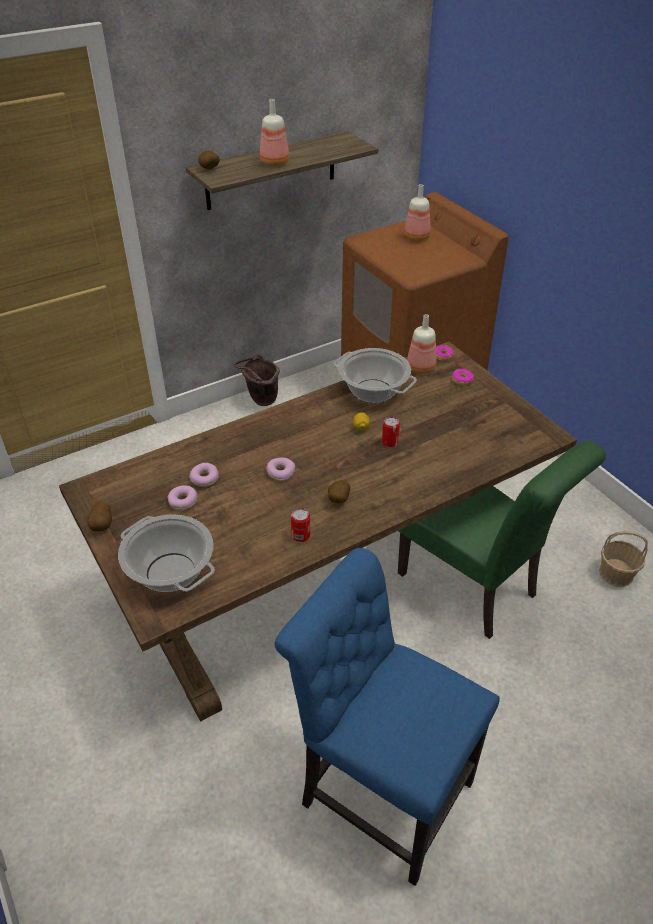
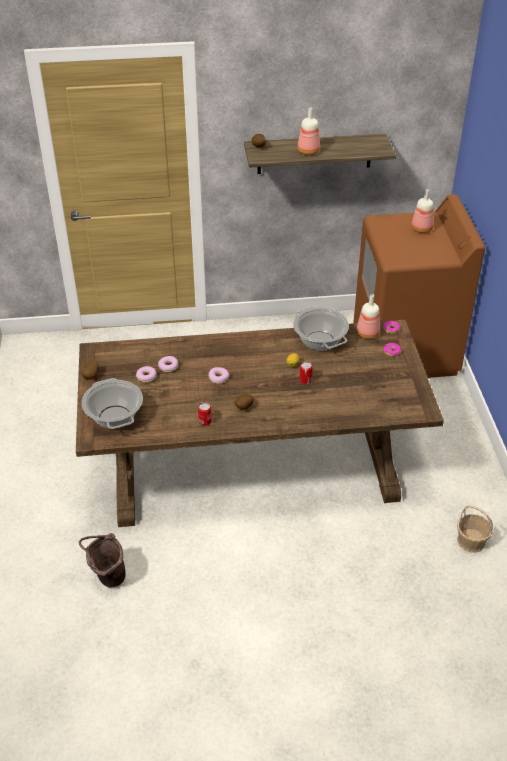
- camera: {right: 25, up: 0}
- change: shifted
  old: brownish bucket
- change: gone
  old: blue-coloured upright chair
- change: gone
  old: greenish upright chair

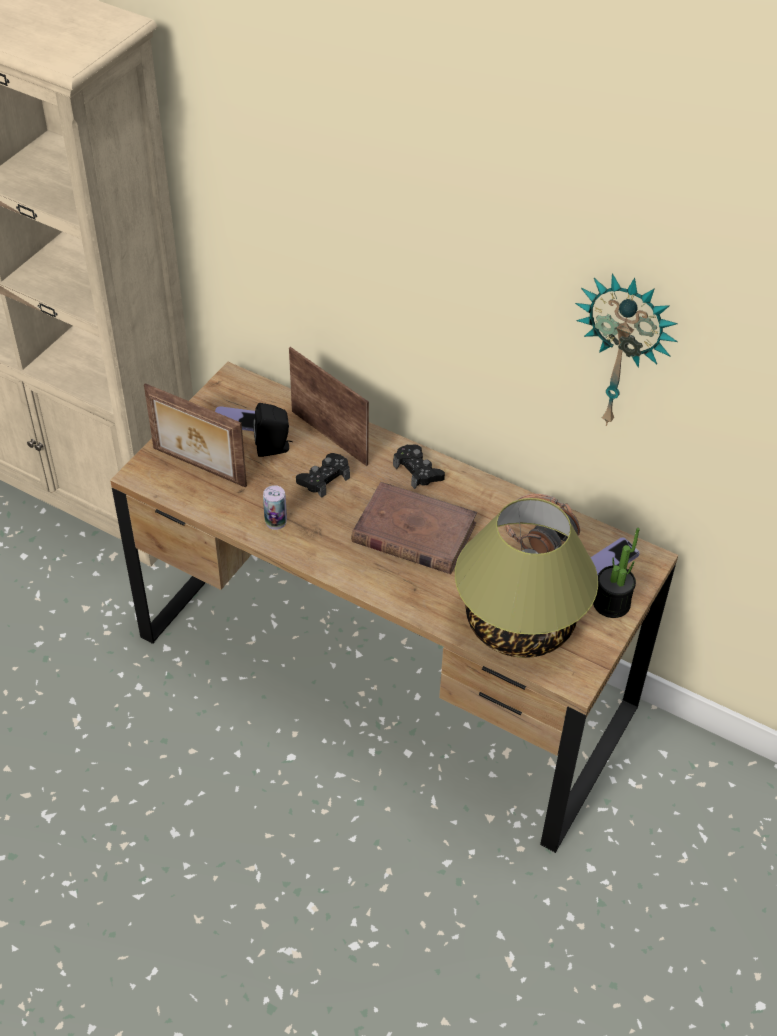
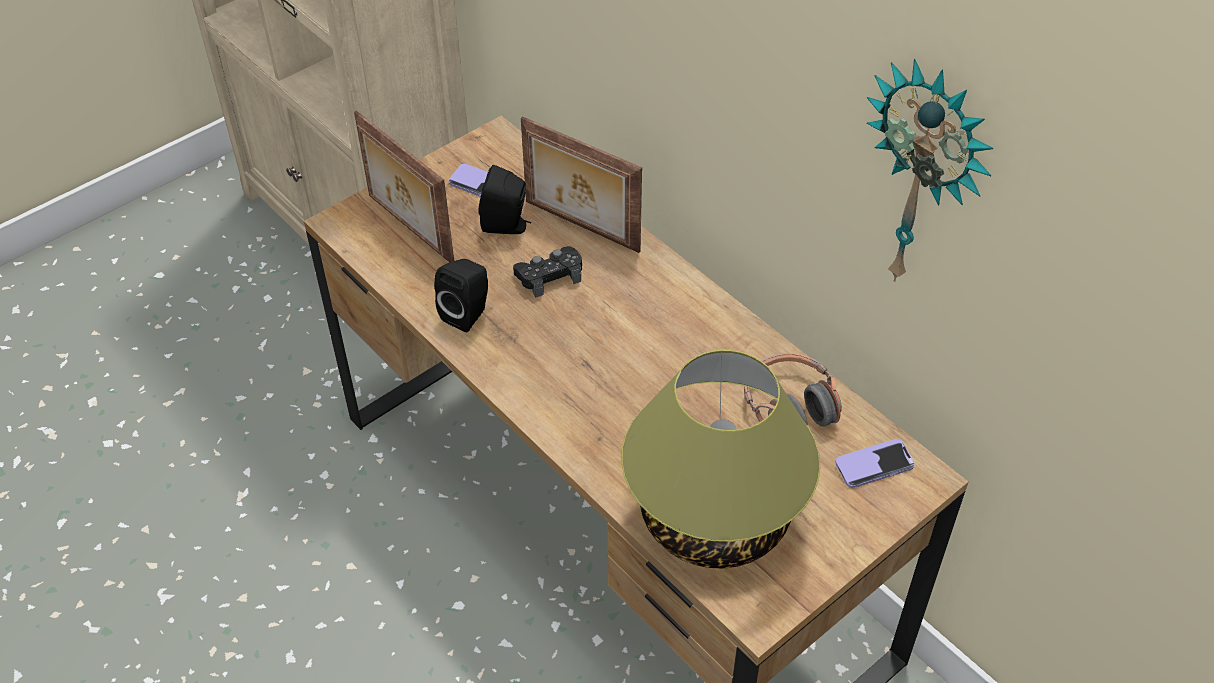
- camera: {right: 20, up: 0}
- change: swapped
  old: metal can
  new: black-coloured speaker (no. 1 from left)
- change: rotated
  old: standing frame (no. 2 from left)
  degrees: 150
- change: gone
  old: brownish volume
- change: gone
  old: black-coloured gamepad (no. 2 from left)
- change: gone
  old: plant in a pot

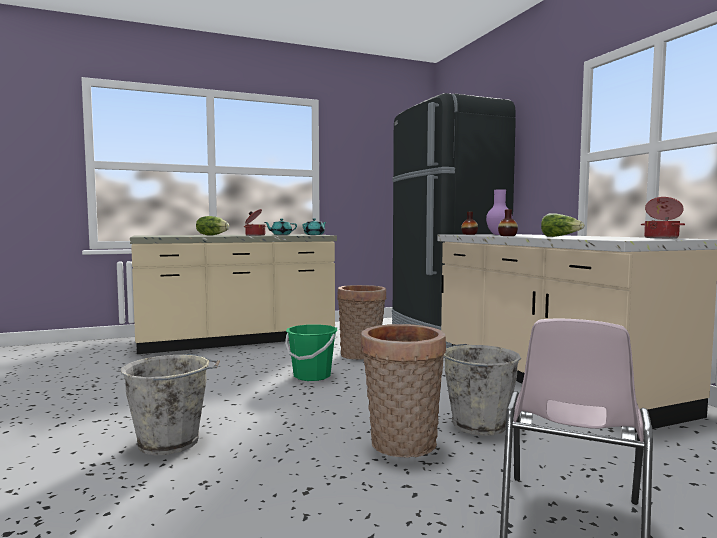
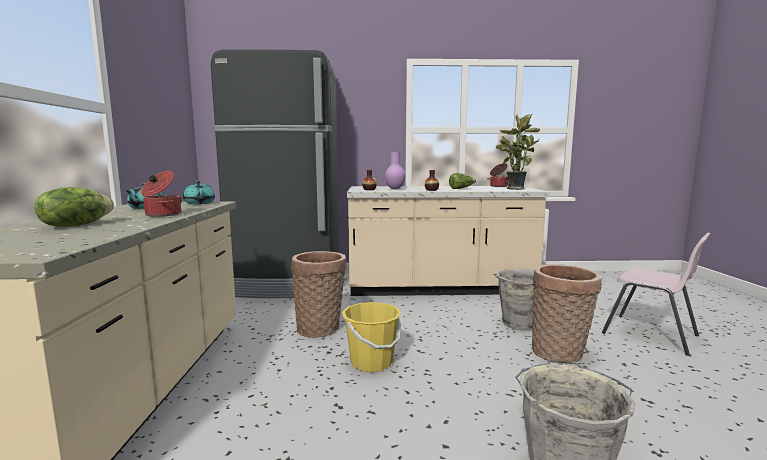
- camera: {right: -70, up: 5}
- change: repainted
  old: greenish bucket
  new: yellowish bucket
- change: new
  new: plant in a pot

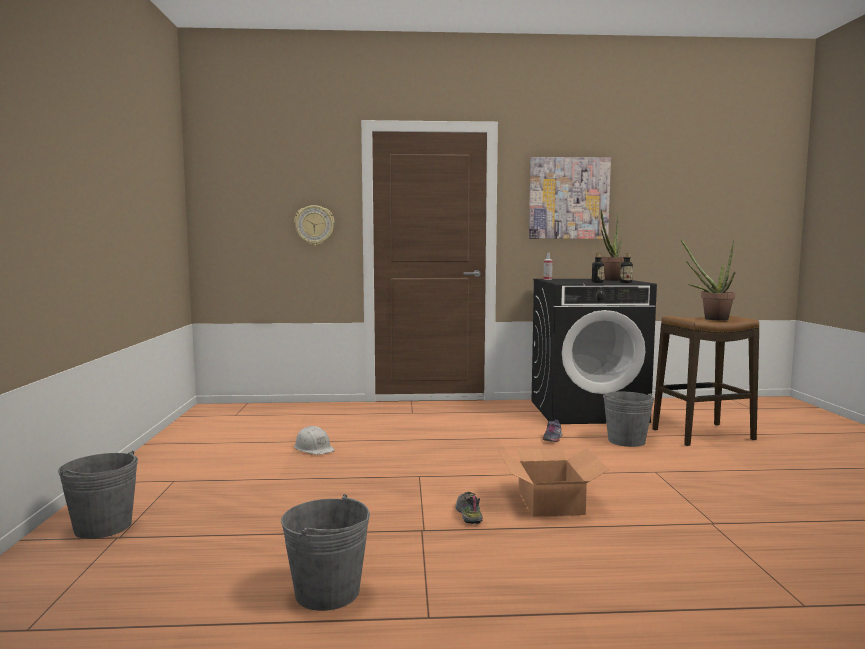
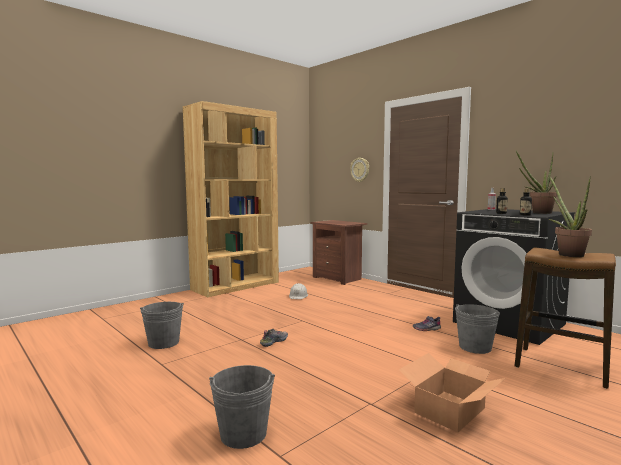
- camera: {right: 50, up: 0}
- change: new
  new: brownish bookcase
- change: shifted
  old: greyish bucket (no. 1 from left in the first image)
  new: greyish bucket (no. 2 from left)
- change: new
  new: brownish bedside table
- change: shifted
  old: cardboard box
- change: gone
  old: wall art

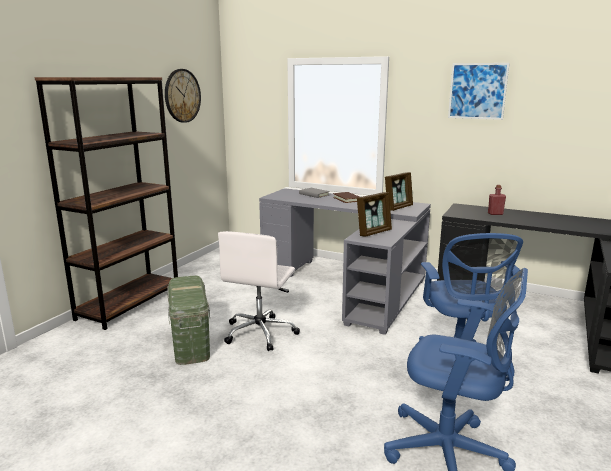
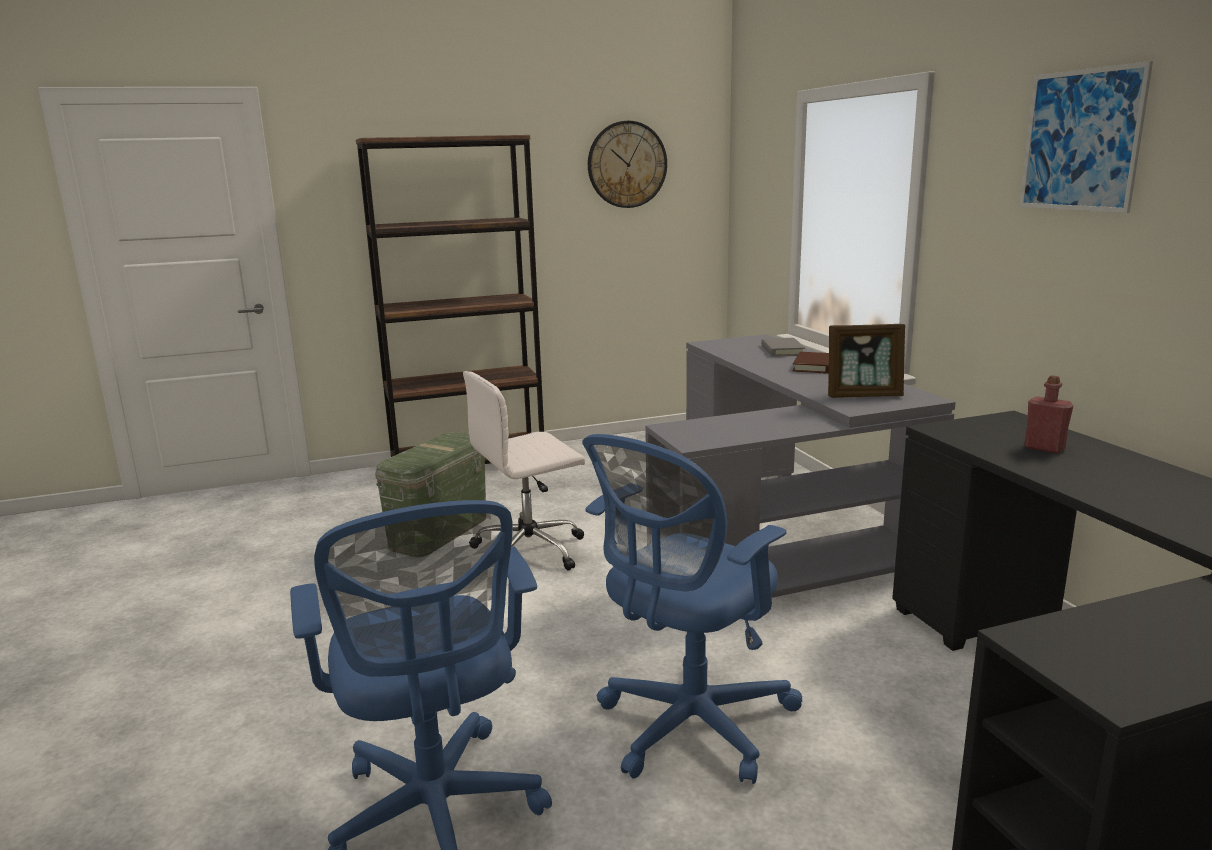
- camera: {right: 45, up: 0}
- change: gone
  old: standing frame (no. 1 from left)

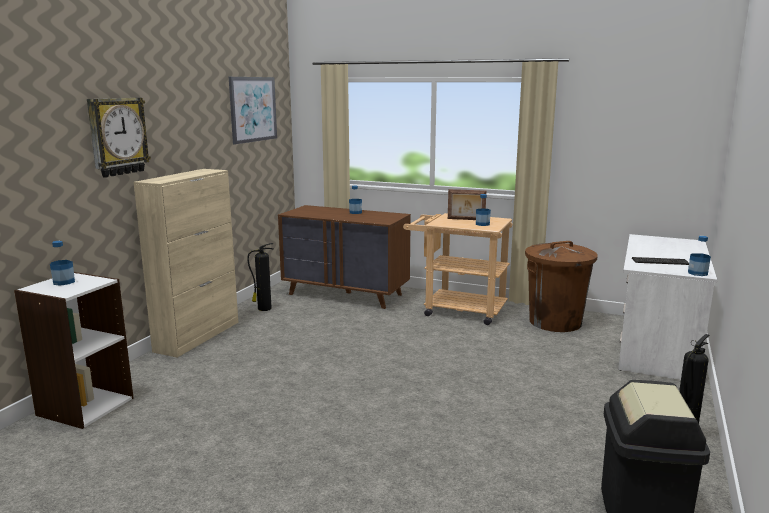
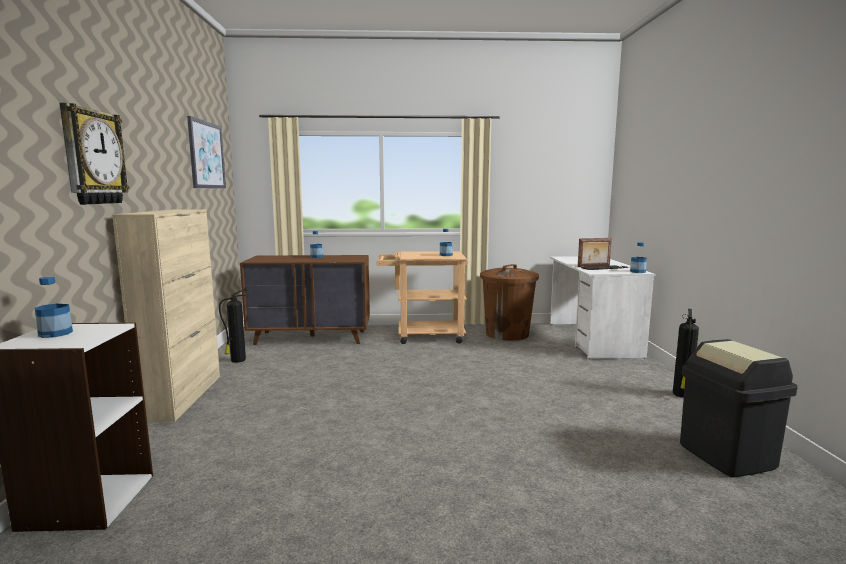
- camera: {right: -25, up: -5}
- change: shifted
  old: standing frame

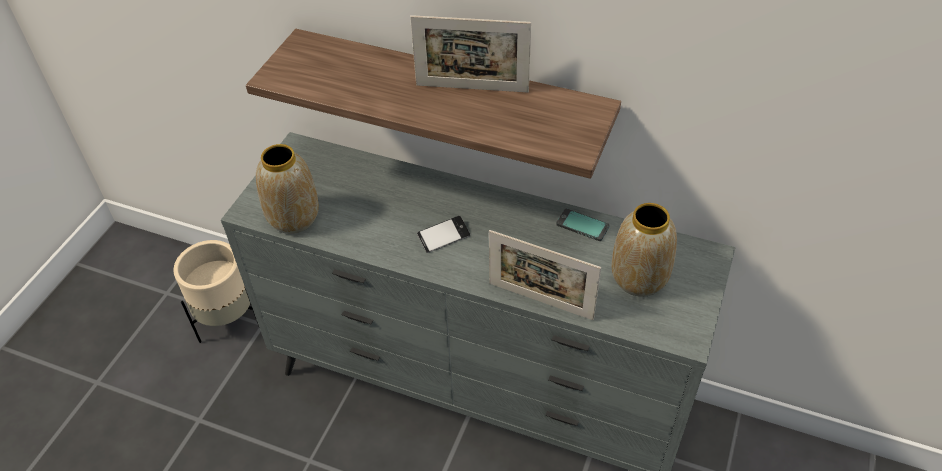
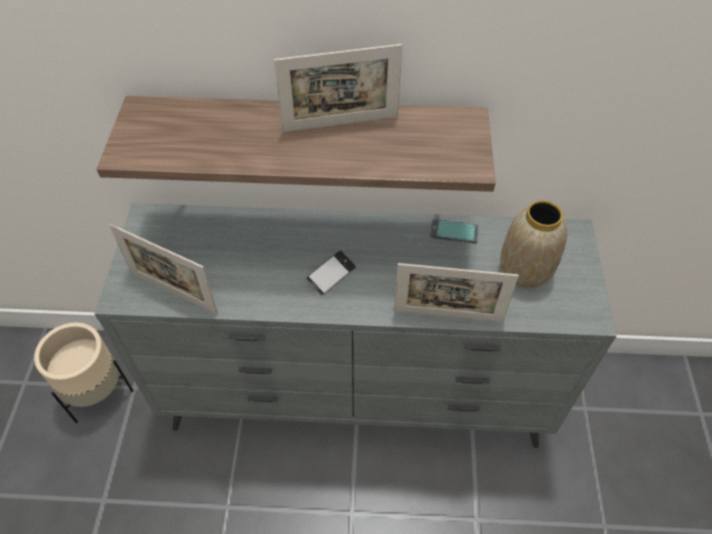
- camera: {right: -20, up: 5}
- change: swapped
  old: flower vase (no. 1 from left)
  new: standing frame (no. 1 from left)

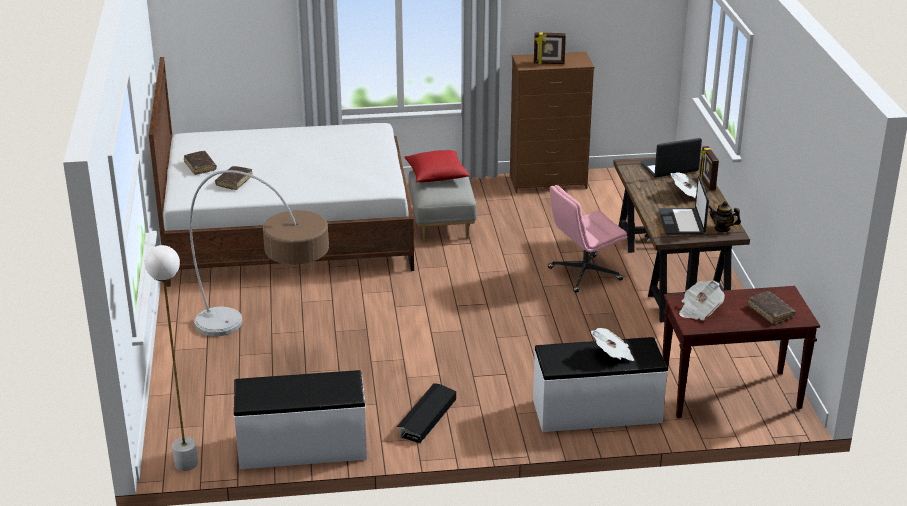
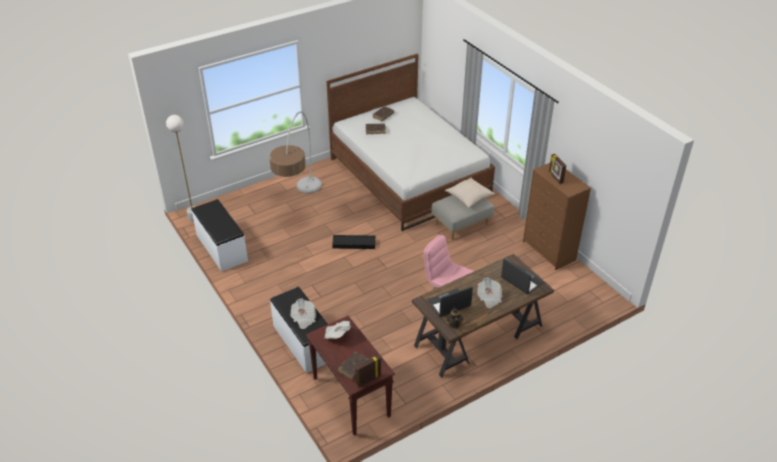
- camera: {right: 65, up: 10}
- change: shifted
  old: black-coloured storage bin
- change: shifted
  old: standing frame (no. 2 from left in the first image)
  new: standing frame (no. 1 from left)
- change: repainted
  old: reddish throw pillow
  new: beige throw pillow

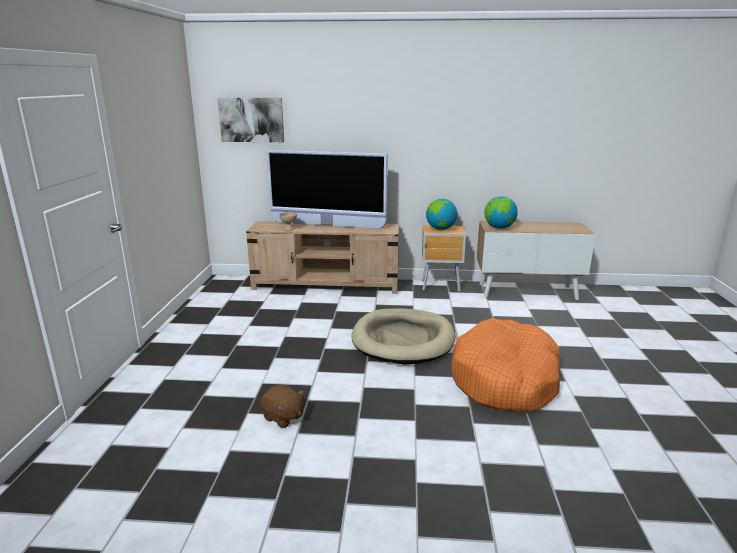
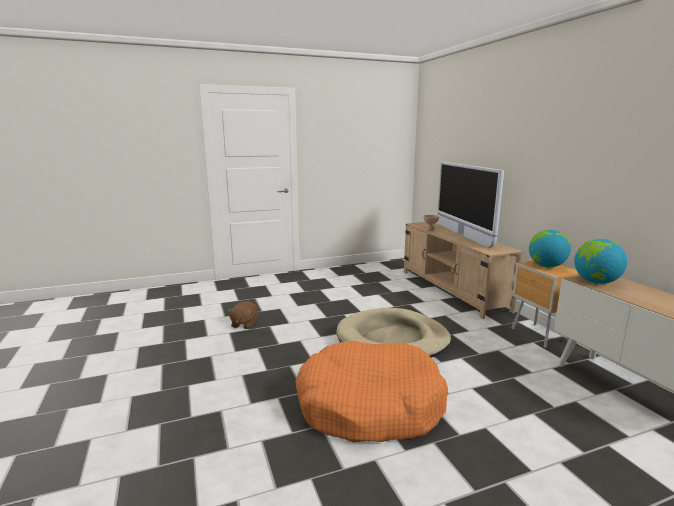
- camera: {right: 65, up: -5}
- change: gone
  old: wall art

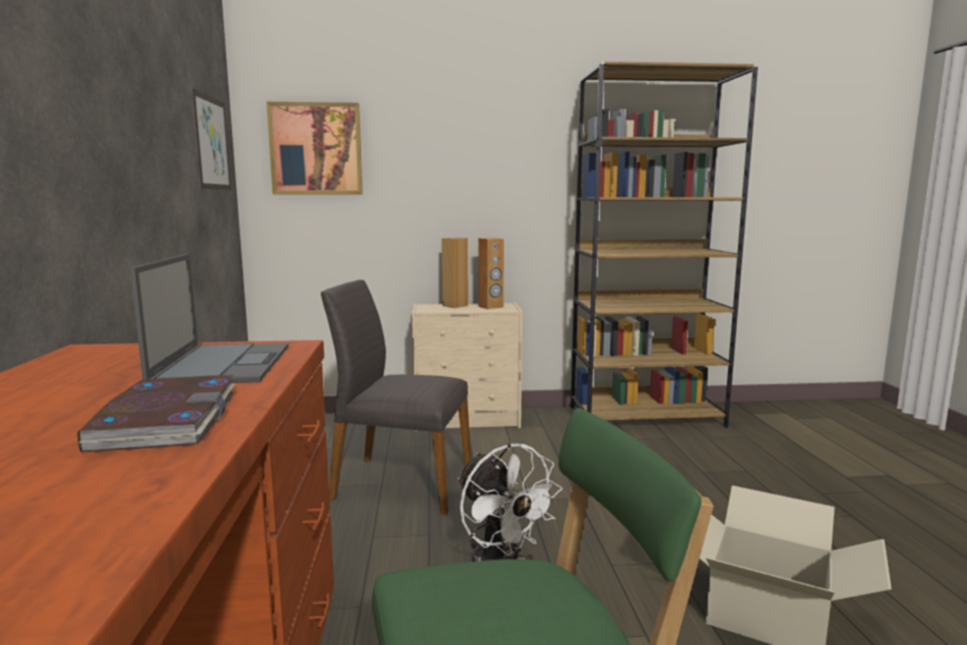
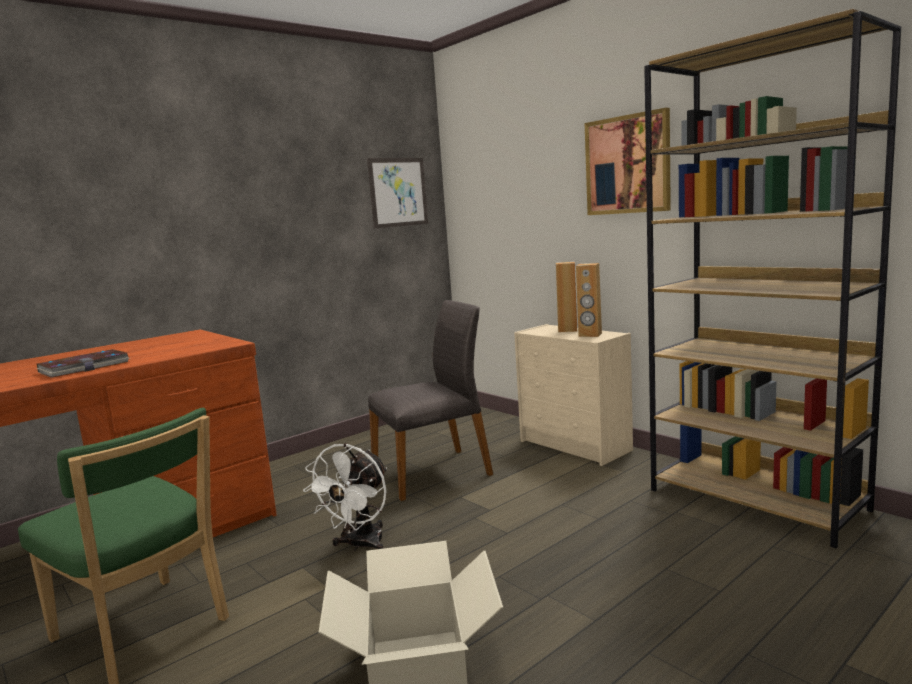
- camera: {right: 55, up: 0}
- change: rotated
  old: greyish upright chair
  degrees: 90
- change: shifted
  old: wall art (no. 2 from left)
- change: gone
  old: laptop

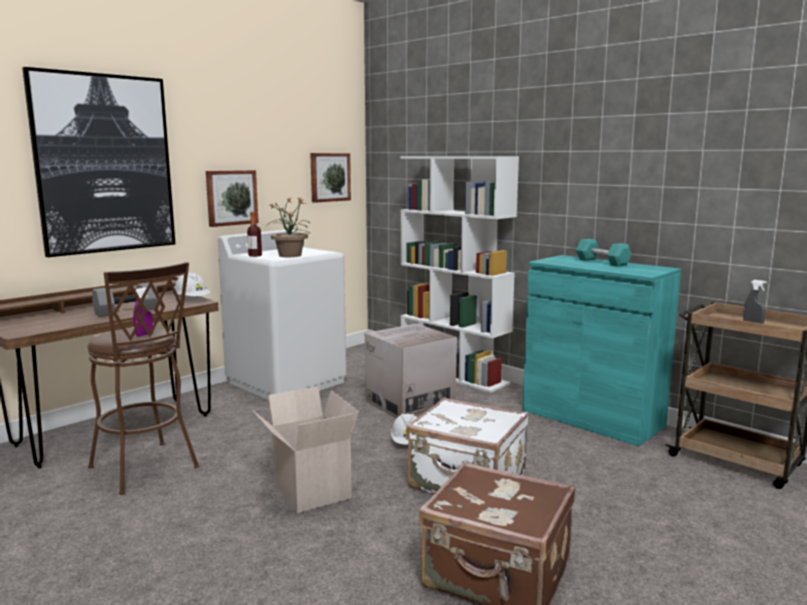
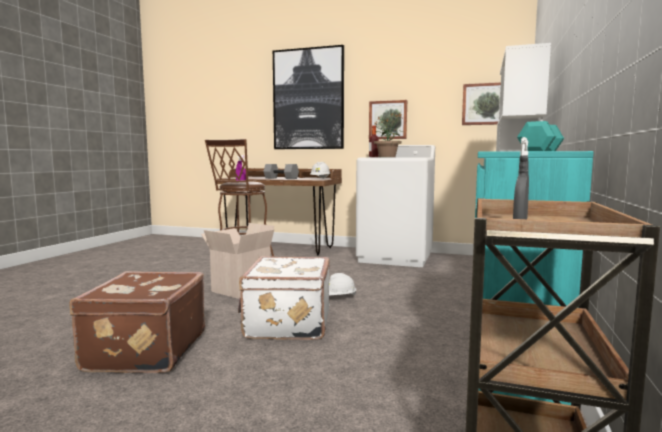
- camera: {right: 65, up: -5}
- change: gone
  old: cardboard box (no. 2 from left)

